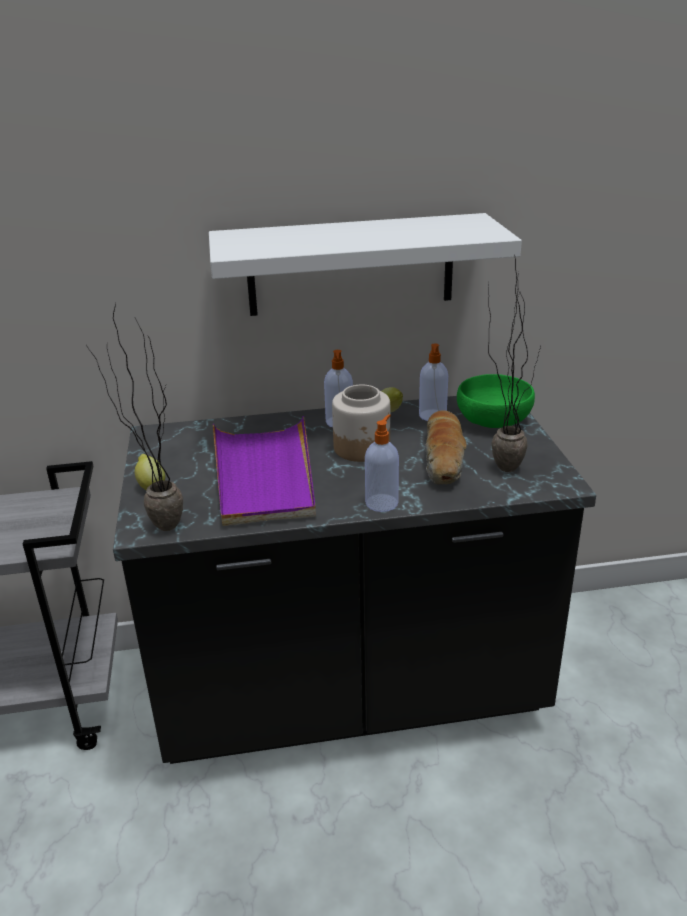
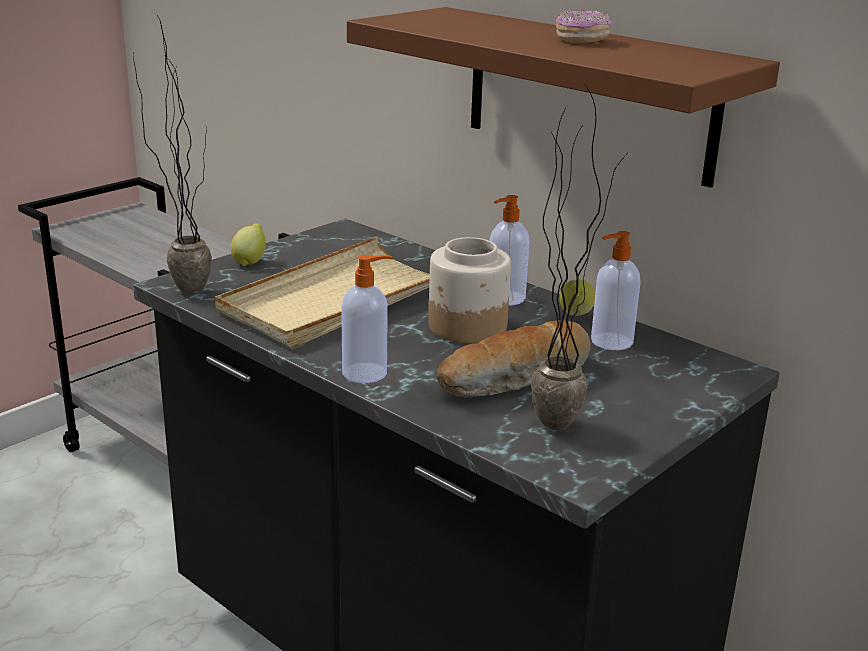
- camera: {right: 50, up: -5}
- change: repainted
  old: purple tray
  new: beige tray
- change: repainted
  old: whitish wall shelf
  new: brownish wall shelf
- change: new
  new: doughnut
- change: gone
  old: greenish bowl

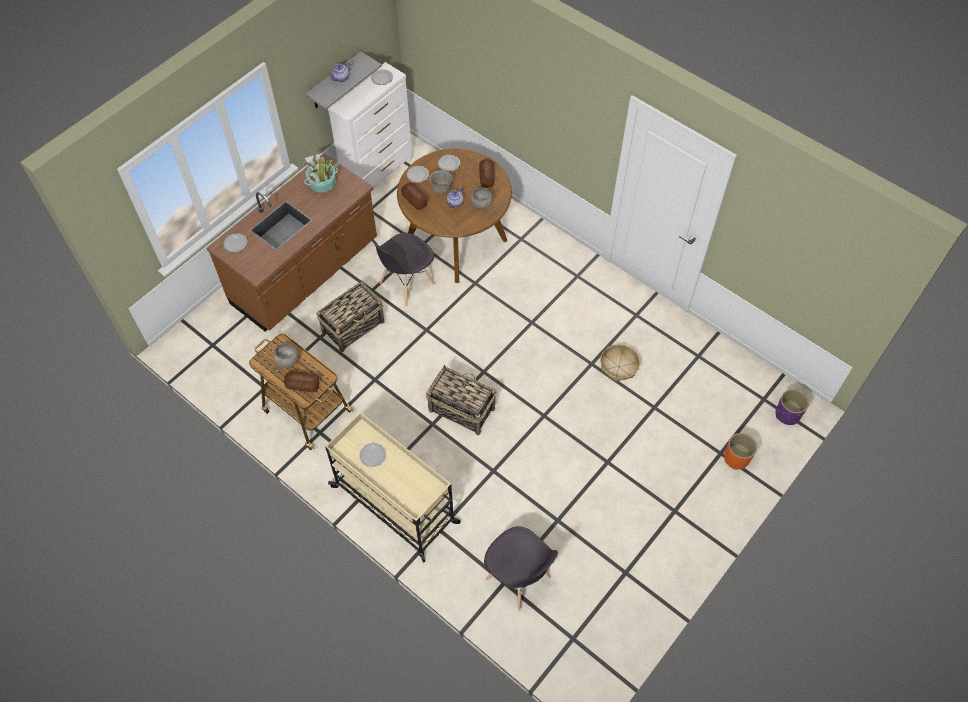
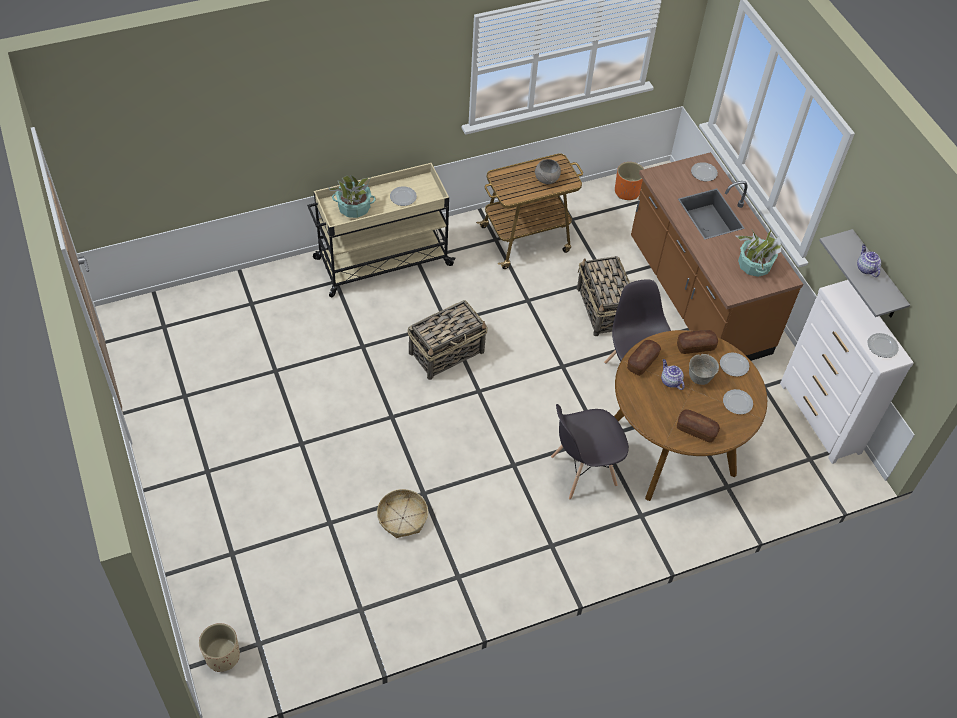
- camera: {right: 115, up: -5}
- change: repainted
  old: purple flower pot
  new: beige flower pot
- change: new
  new: plant in a pot (no. 1 from left)
- change: shifted
  old: greyish upright chair (no. 2 from left in the first image)
  new: greyish upright chair (no. 1 from left)
- change: shifted
  old: orange flower pot
- change: shifted
  old: bakery bread (no. 1 from left)
- change: gone
  old: greyish bowl (no. 3 from left)

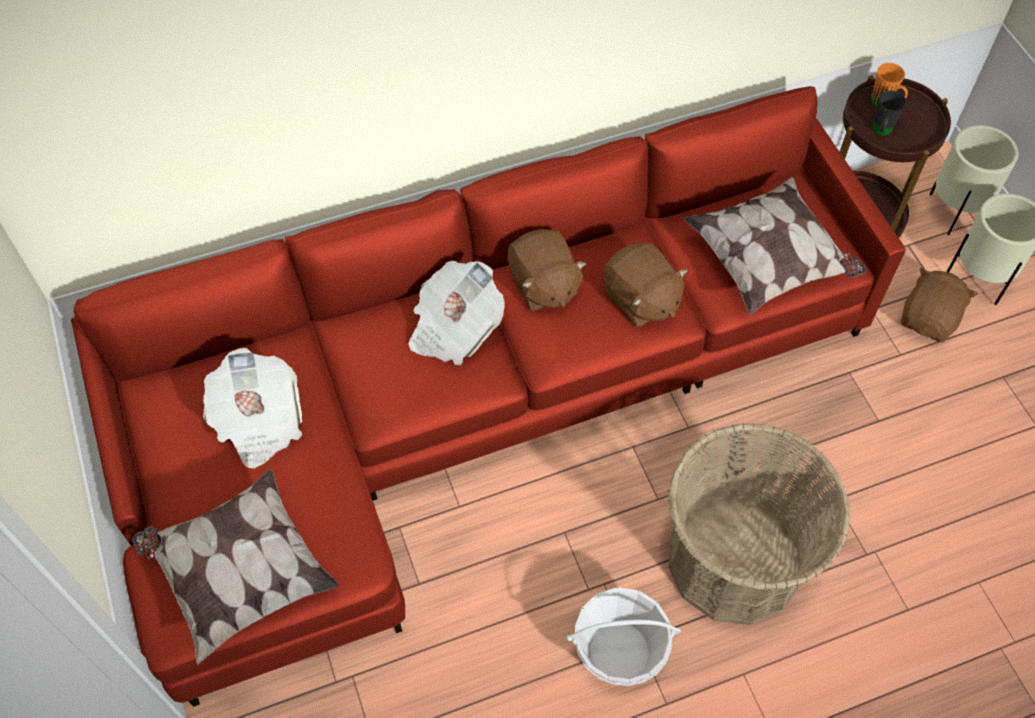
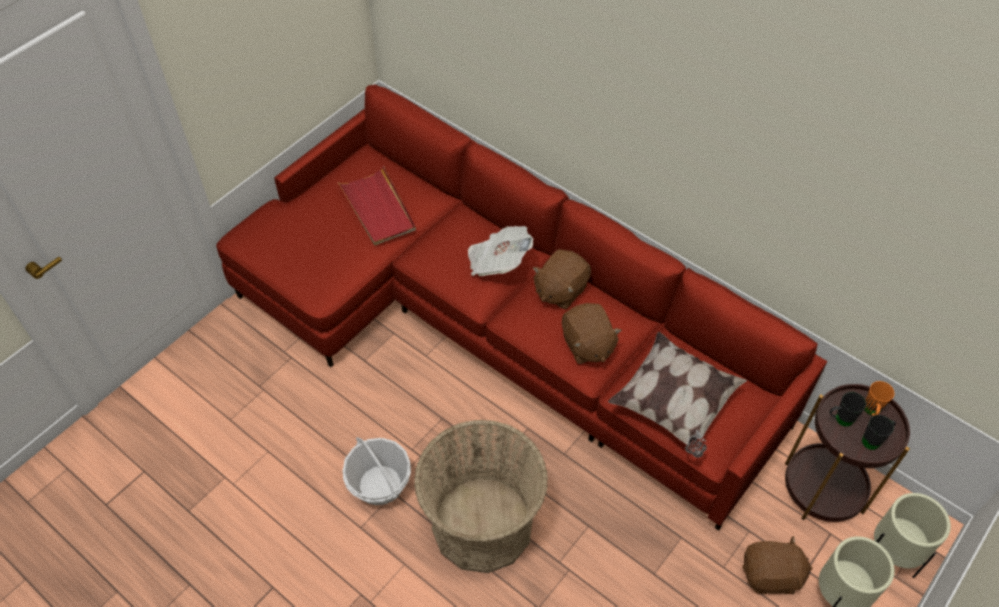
- camera: {right: 60, up: -5}
- change: swapped
  old: printed paper (no. 1 from left)
  new: reddish tray
- change: rotated
  old: brownish cuddly toy (no. 2 from left)
  degrees: -45
- change: new
  new: black-coloured mug (no. 2 from left)
- change: gone
  old: throw pillow (no. 1 from left)

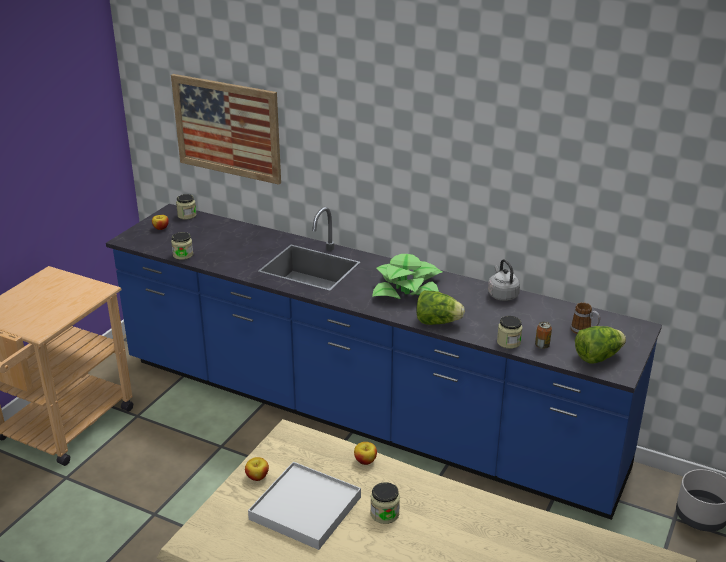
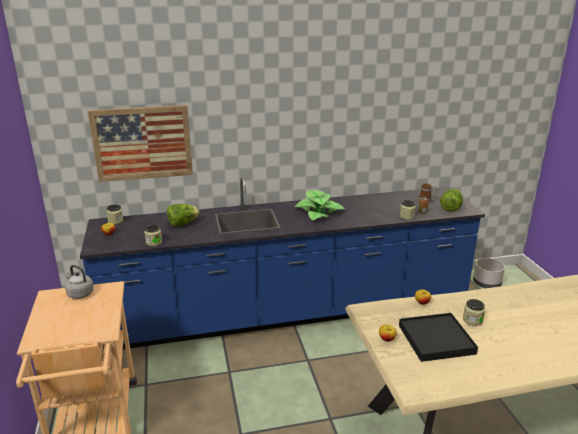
- camera: {right: -40, up: -5}
- change: shifted
  old: greyish kettle
- change: shifted
  old: head of lettuce (no. 1 from left)
- change: repainted
  old: whitish tray
  new: black-coloured tray

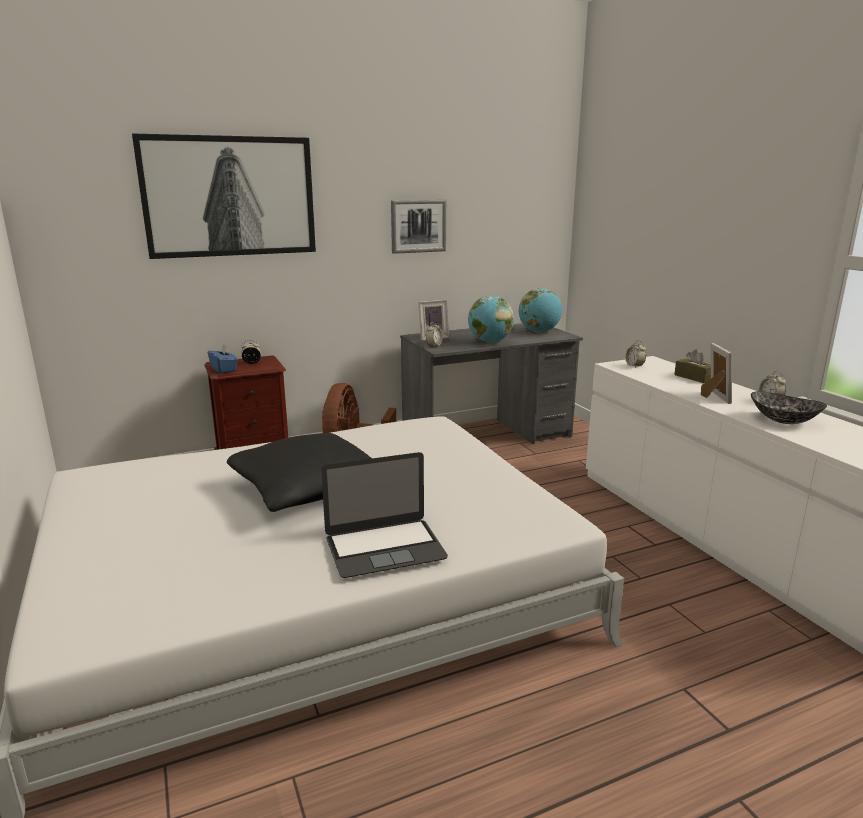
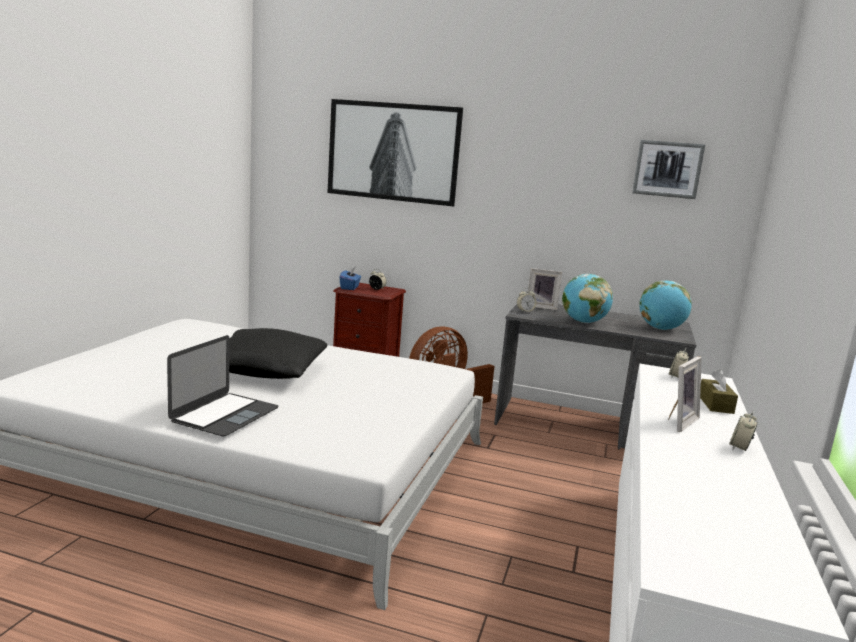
- camera: {right: 40, up: -5}
- change: rotated
  old: laptop
  degrees: -90
- change: shifted
  old: wall art (no. 2 from left)
- change: gone
  old: bowl

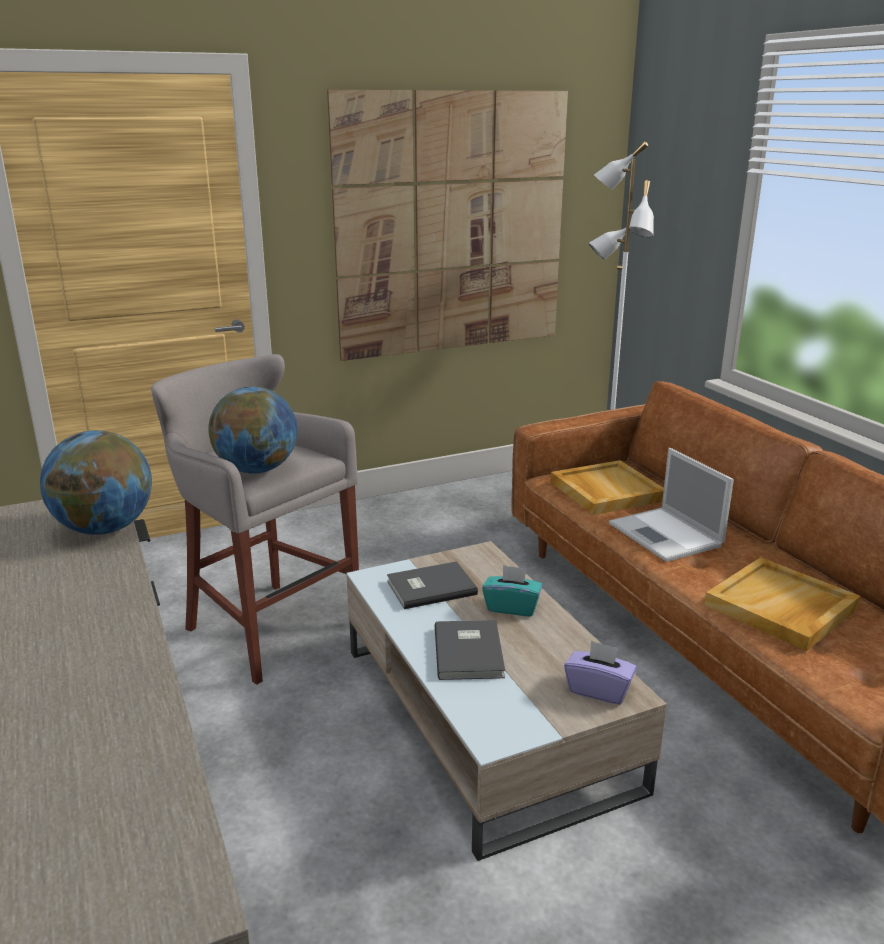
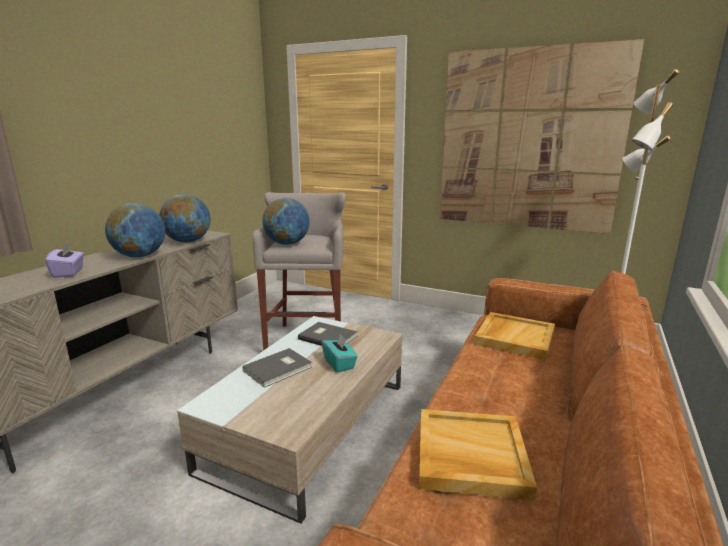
- camera: {right: 50, up: -5}
- change: shifted
  old: purple tissue box
- change: new
  new: world globe (no. 1 from left)
- change: gone
  old: laptop

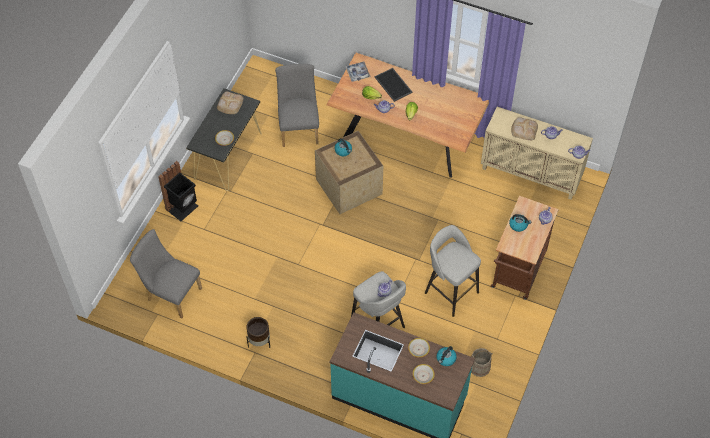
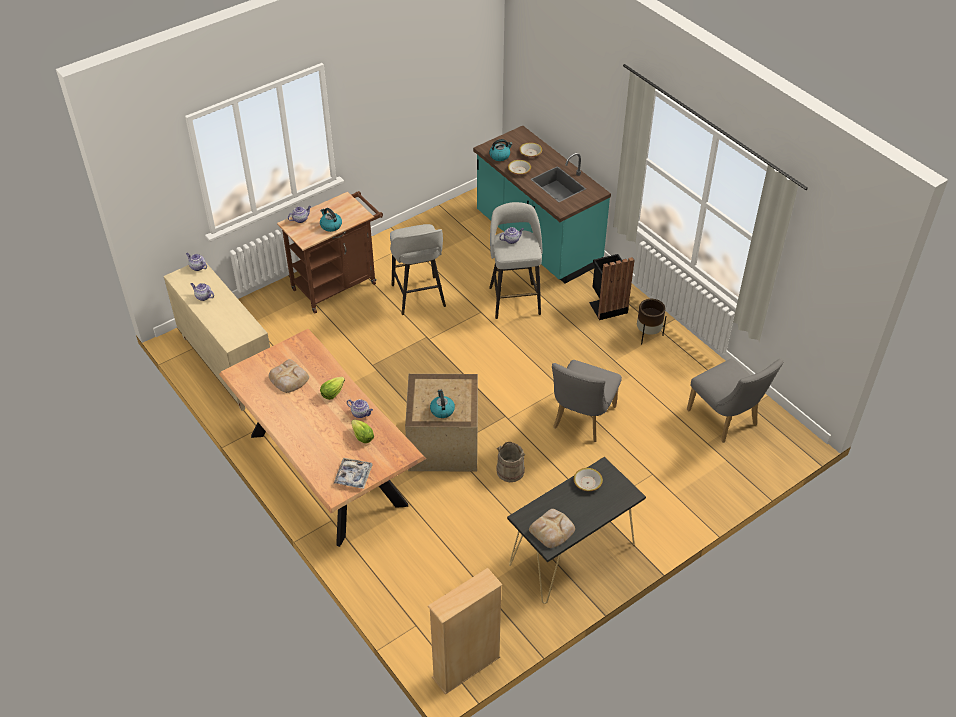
- camera: {right: -150, up: -10}
- change: shifted
  old: bakery bread (no. 2 from left in the first image)
  new: bakery bread (no. 1 from left)
- change: new
  new: beige bookcase
- change: shifted
  old: beige bucket
- change: shifted
  old: greyish upright chair (no. 2 from left in the first image)
  new: greyish upright chair (no. 1 from left)
- change: shifted
  old: black-coloured rubbish bin
- change: gone
  old: tray (no. 2 from left)

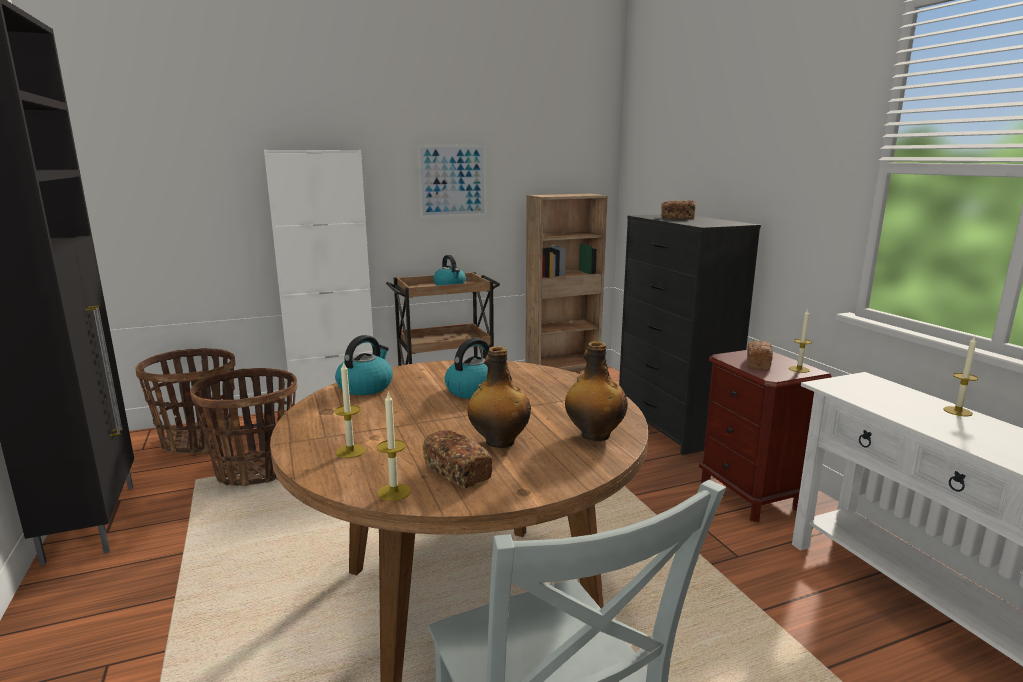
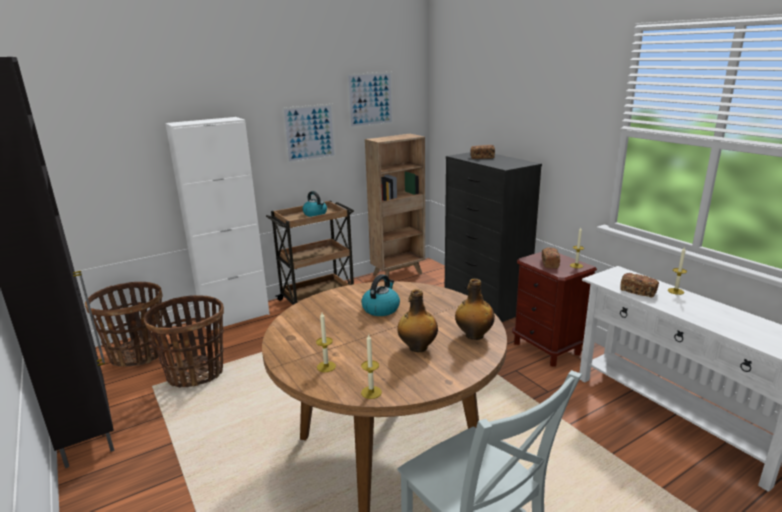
- camera: {right: -10, up: 5}
- change: new
  new: wall art (no. 2 from left)
- change: shifted
  old: bakery bread (no. 1 from left in the first image)
  new: bakery bread (no. 3 from left)
- change: gone
  old: kettle (no. 1 from left)

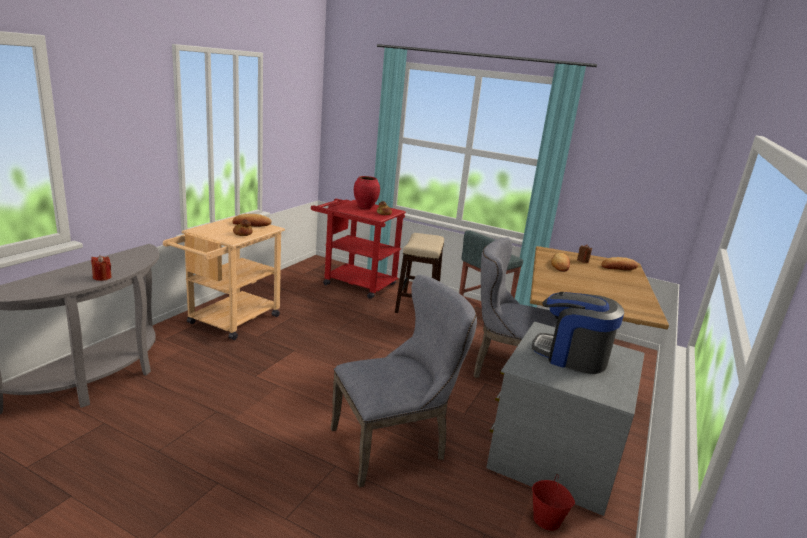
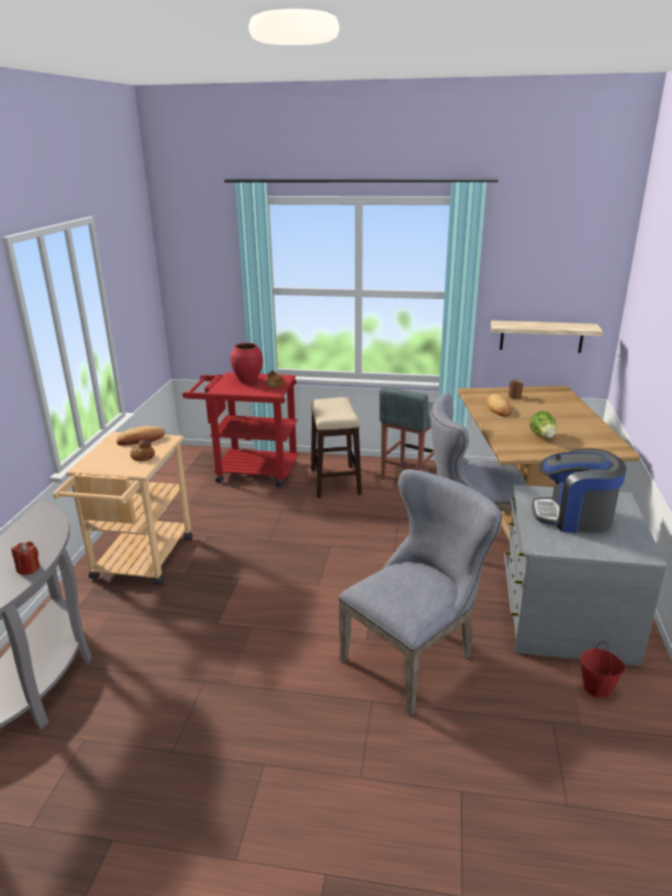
- camera: {right: -15, up: 5}
- change: new
  new: wall shelf
- change: new
  new: head of lettuce
- change: gone
  old: bakery bread (no. 5 from left)

